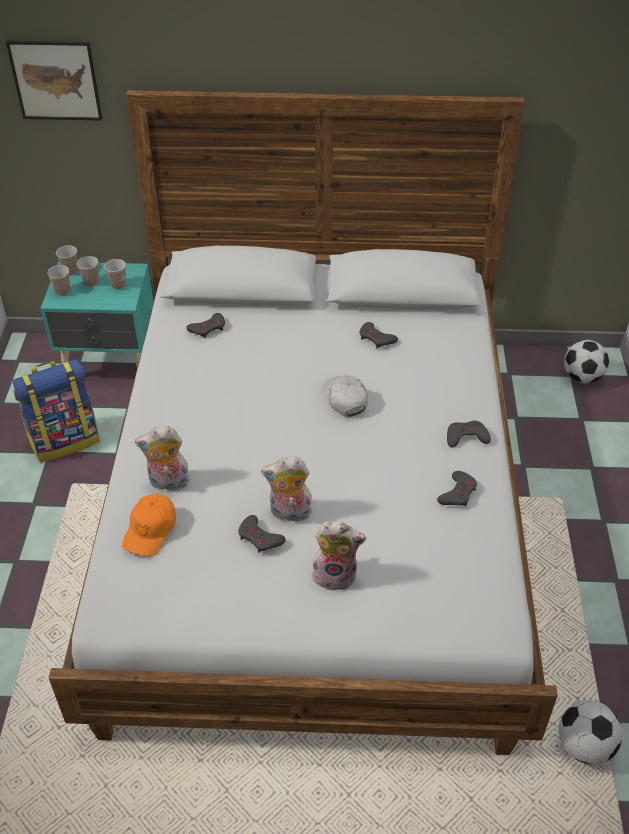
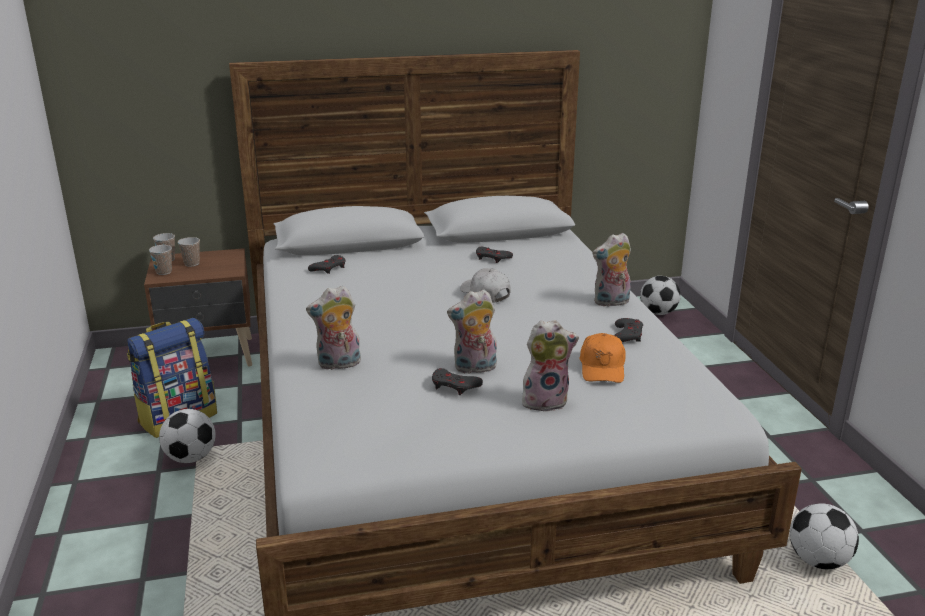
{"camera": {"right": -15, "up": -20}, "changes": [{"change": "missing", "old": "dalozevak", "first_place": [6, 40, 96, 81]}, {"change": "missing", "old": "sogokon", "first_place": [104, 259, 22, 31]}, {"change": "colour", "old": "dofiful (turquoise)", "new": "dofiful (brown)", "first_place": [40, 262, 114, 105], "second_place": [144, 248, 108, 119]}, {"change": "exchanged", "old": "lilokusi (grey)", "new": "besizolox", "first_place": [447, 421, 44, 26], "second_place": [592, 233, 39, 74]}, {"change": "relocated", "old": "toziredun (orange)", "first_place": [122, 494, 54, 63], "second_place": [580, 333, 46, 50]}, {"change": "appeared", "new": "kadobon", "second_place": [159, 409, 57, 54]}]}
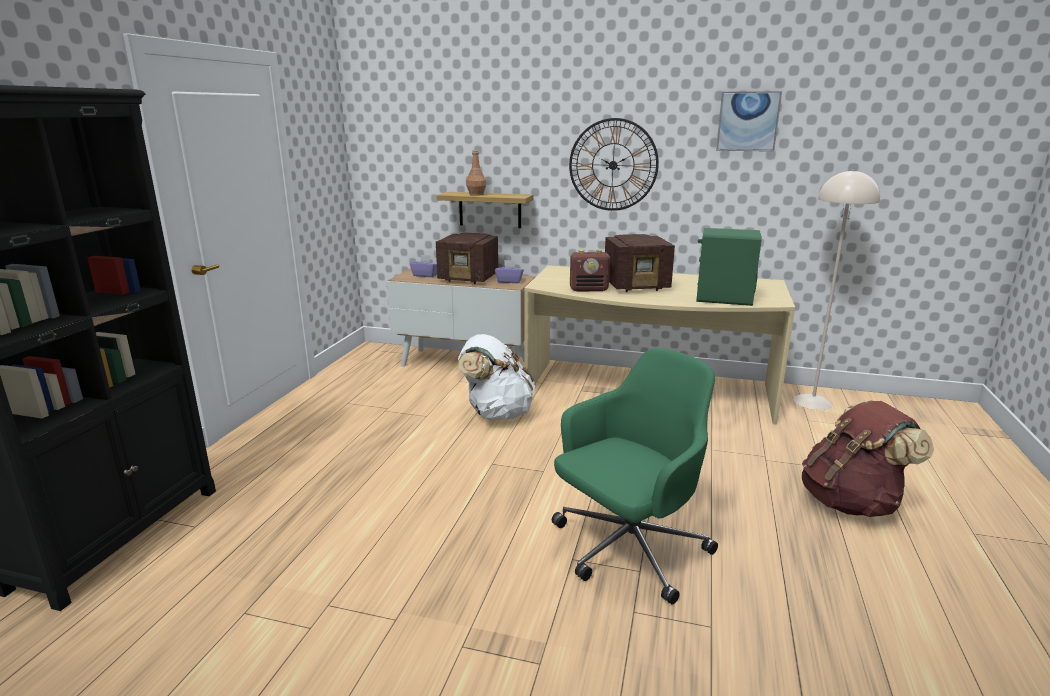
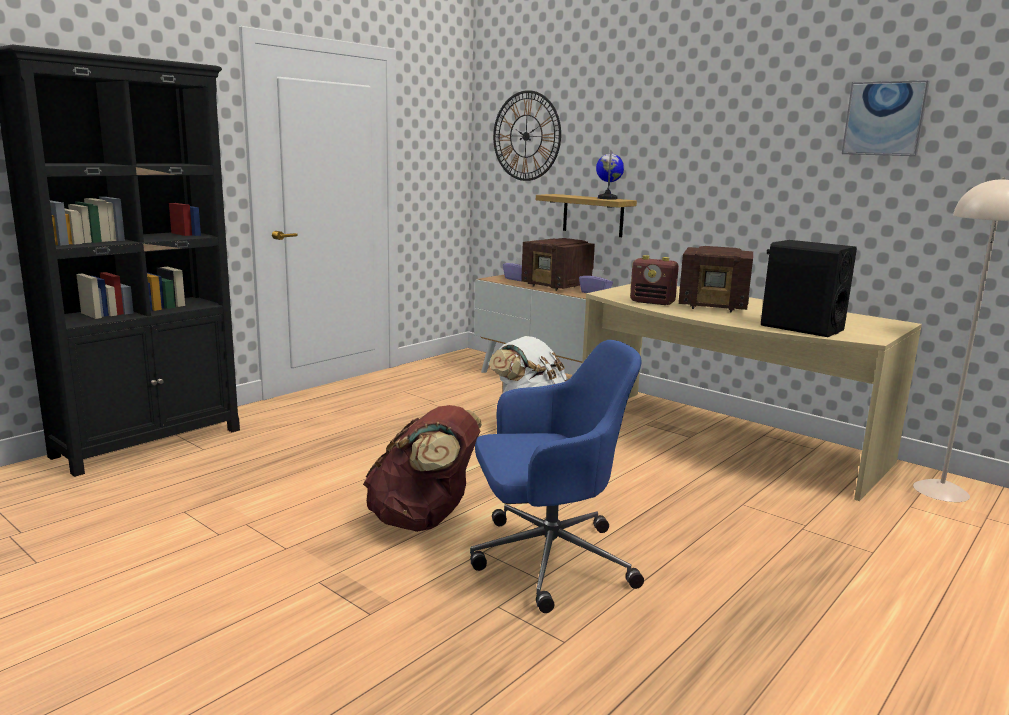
{"camera": {"right": 25, "up": -5}, "changes": [{"change": "relocated", "old": "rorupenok", "first_place": [569, 118, 90, 93], "second_place": [493, 90, 68, 91]}, {"change": "missing", "old": "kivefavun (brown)", "first_place": [466, 150, 20, 46]}, {"change": "colour", "old": "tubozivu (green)", "new": "tubozivu (black)", "first_place": [696, 228, 66, 78], "second_place": [761, 240, 96, 97]}, {"change": "colour", "old": "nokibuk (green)", "new": "nokibuk (blue)", "first_place": [552, 348, 166, 256], "second_place": [470, 340, 174, 273]}, {"change": "relocated", "old": "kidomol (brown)", "first_place": [802, 401, 132, 116], "second_place": [363, 405, 119, 127]}, {"change": "appeared", "new": "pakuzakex", "second_place": [596, 150, 28, 49]}]}
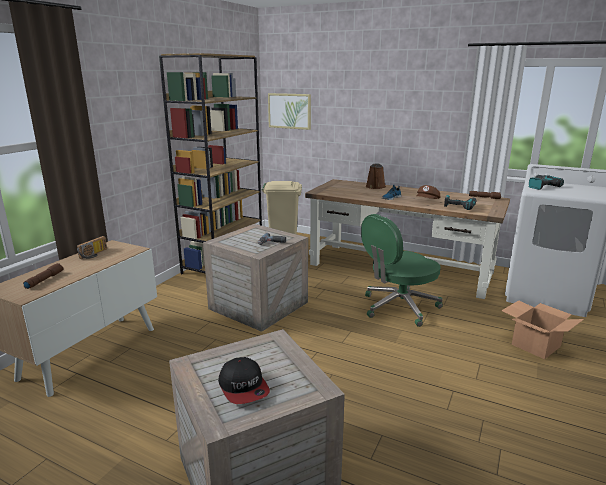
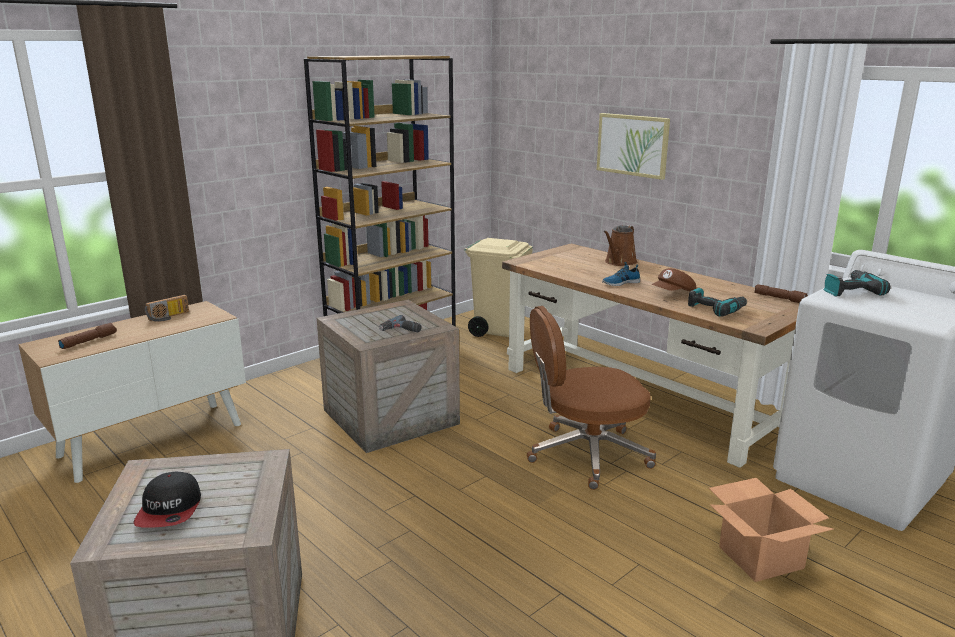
{"camera": {"right": 20, "up": 0}, "changes": [{"change": "relocated", "old": "dalozevak", "first_place": [268, 93, 43, 37], "second_place": [597, 113, 73, 67]}, {"change": "colour", "old": "nokibuk (green)", "new": "nokibuk (brown)", "first_place": [361, 214, 82, 113], "second_place": [527, 306, 129, 184]}]}
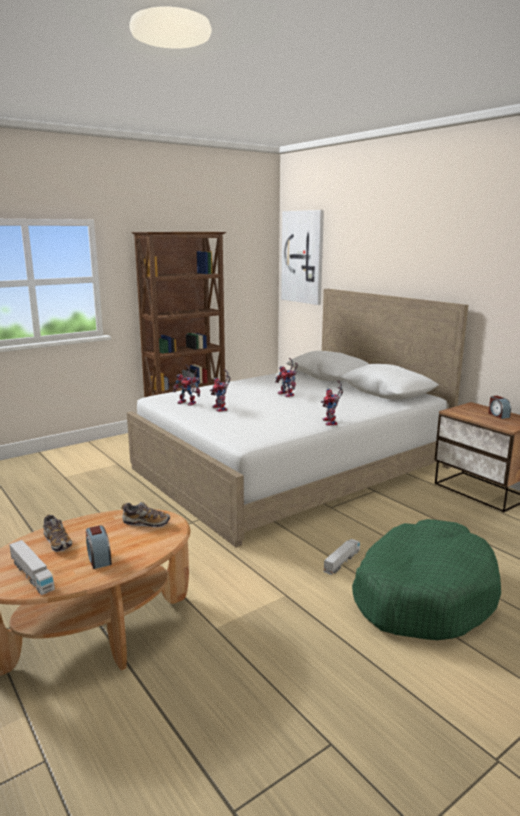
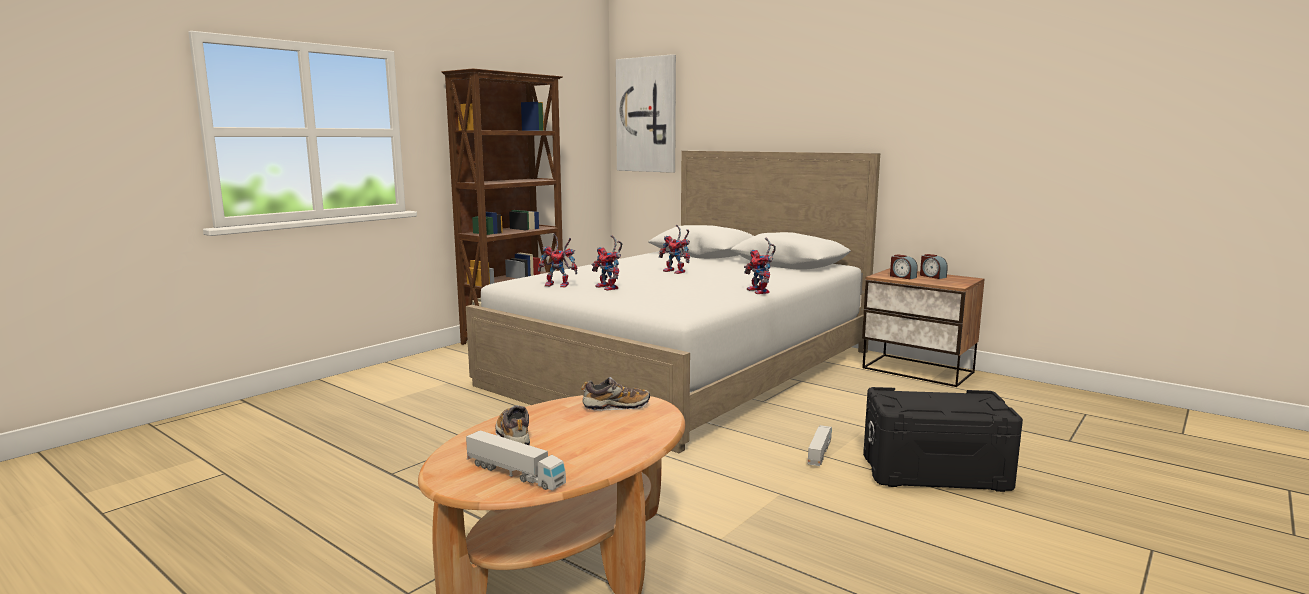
{"camera": {"right": -15, "up": -5}, "changes": [{"change": "spun", "old": "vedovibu", "first_place": [43, 514, 29, 38], "second_place": [496, 406, 34, 39], "degrees": -150}, {"change": "exchanged", "old": "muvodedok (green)", "new": "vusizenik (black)", "first_place": [352, 519, 149, 121], "second_place": [863, 387, 160, 105]}, {"change": "relocated", "old": "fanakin", "first_place": [86, 526, 26, 43], "second_place": [890, 254, 28, 25]}]}
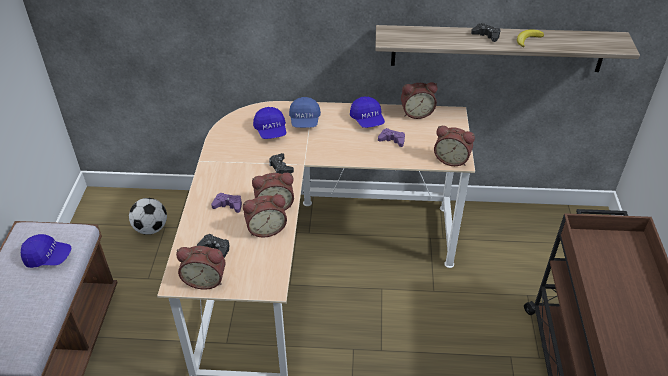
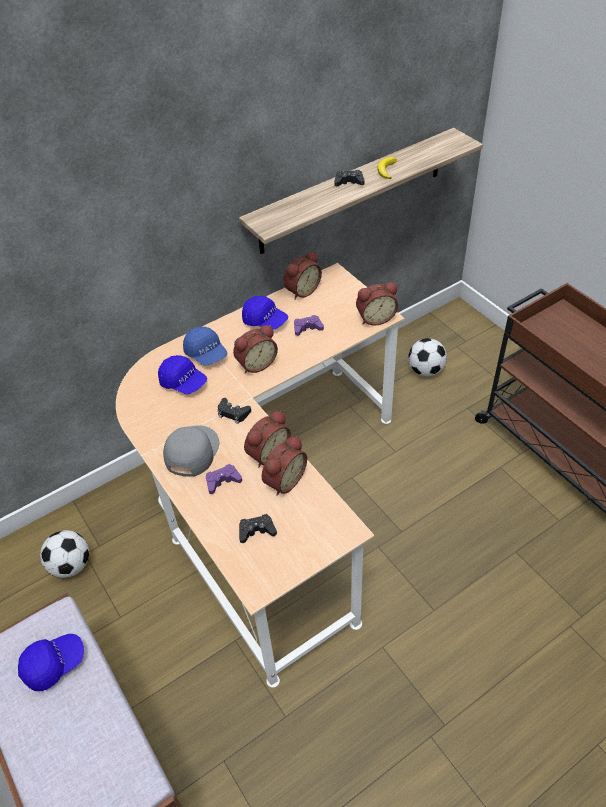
{"camera": {"right": -35, "up": 5}, "changes": [{"change": "relocated", "old": "fanakin", "first_place": [176, 246, 50, 44], "second_place": [233, 325, 45, 49]}, {"change": "appeared", "new": "kadobon", "second_place": [408, 338, 39, 38]}, {"change": "appeared", "new": "toziredun (grey)", "second_place": [163, 425, 56, 52]}]}
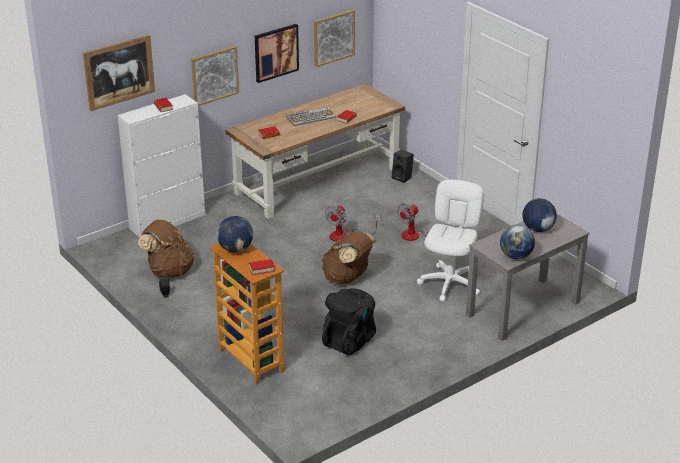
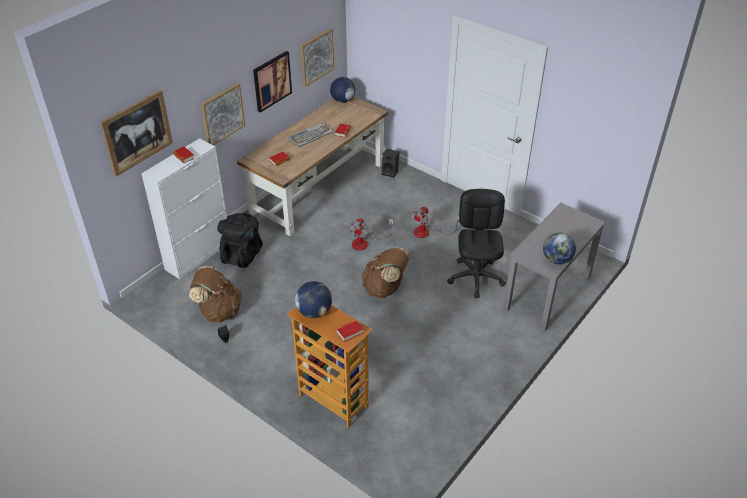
{"camera": {"right": -15, "up": 10}, "changes": [{"change": "colour", "old": "nokibuk (white)", "new": "nokibuk (black)", "first_place": [417, 180, 67, 122], "second_place": [447, 189, 59, 109]}, {"change": "relocated", "old": "pakuzakex", "first_place": [522, 198, 35, 34], "second_place": [330, 77, 25, 26]}, {"change": "relocated", "old": "kidomol (black)", "first_place": [322, 288, 54, 67], "second_place": [218, 213, 45, 55]}]}
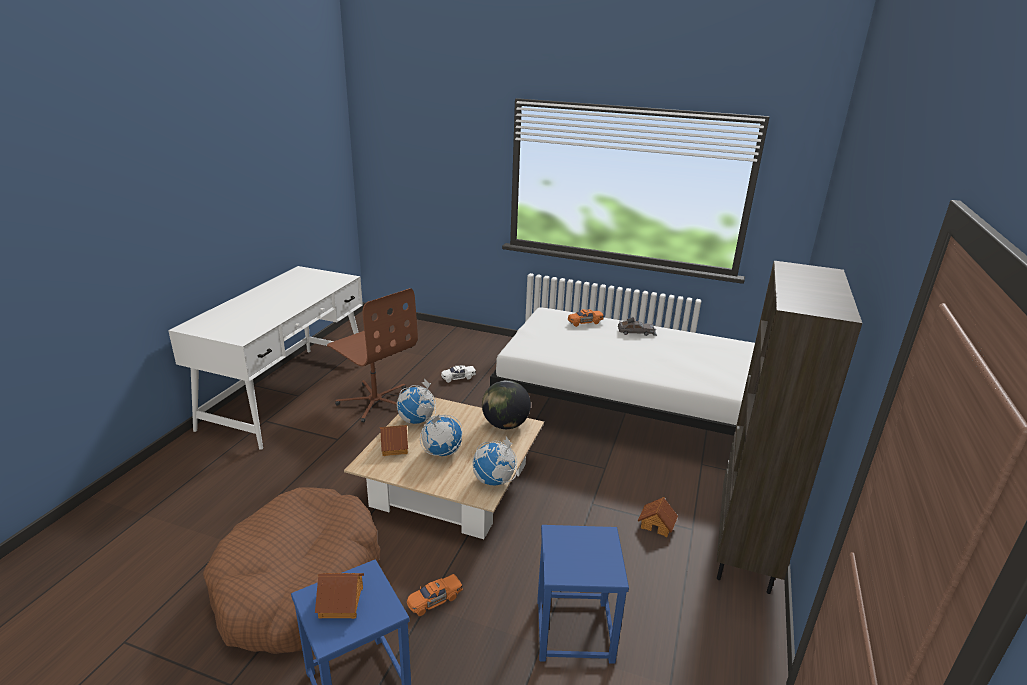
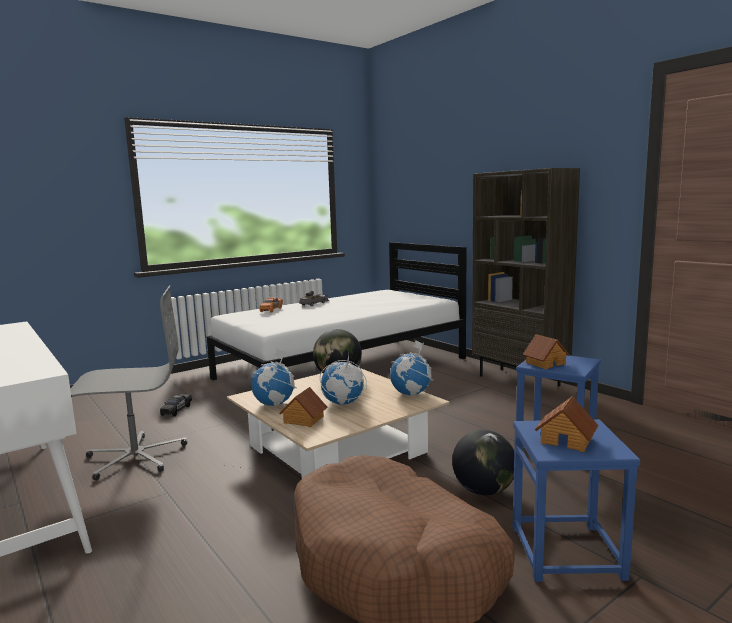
{"camera": {"right": -55, "up": -15}, "changes": [{"change": "colour", "old": "nokibuk (brown)", "new": "nokibuk (grey)", "first_place": [327, 288, 91, 134], "second_place": [70, 285, 117, 195]}, {"change": "colour", "old": "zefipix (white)", "new": "zefipix (black)", "first_place": [441, 365, 35, 18], "second_place": [160, 394, 32, 22]}, {"change": "relocated", "old": "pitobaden", "first_place": [638, 497, 40, 41], "second_place": [523, 334, 46, 35]}, {"change": "exchanged", "old": "zefipix (orange)", "new": "pakuzakex", "first_place": [407, 574, 56, 42], "second_place": [452, 430, 62, 65]}]}
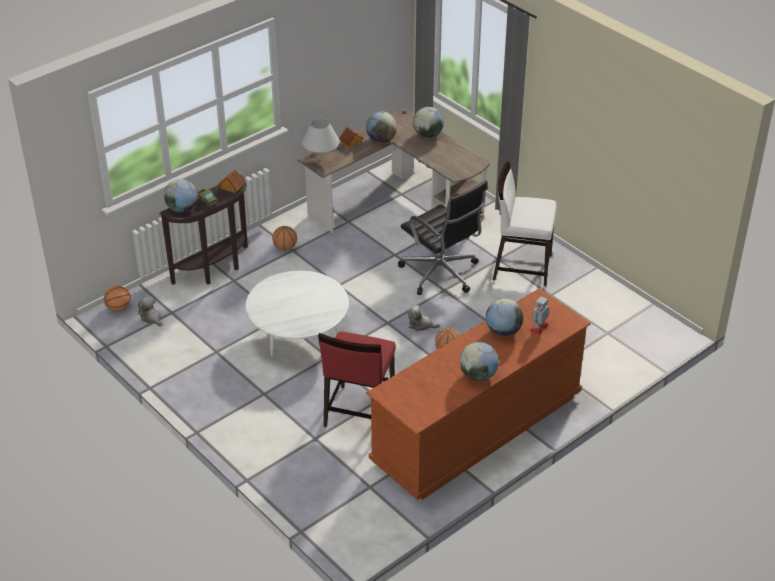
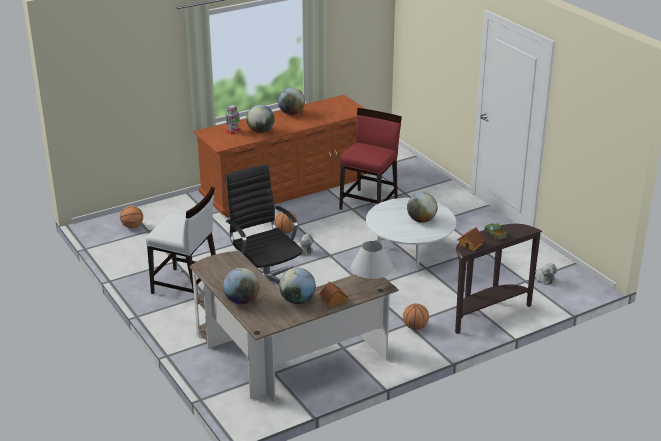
{"camera": {"right": -170, "up": -10}, "changes": [{"change": "relocated", "old": "pakuzakex", "first_place": [164, 179, 34, 34], "second_place": [407, 192, 31, 31]}, {"change": "relocated", "old": "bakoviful", "first_place": [104, 285, 27, 27], "second_place": [120, 206, 23, 22]}]}
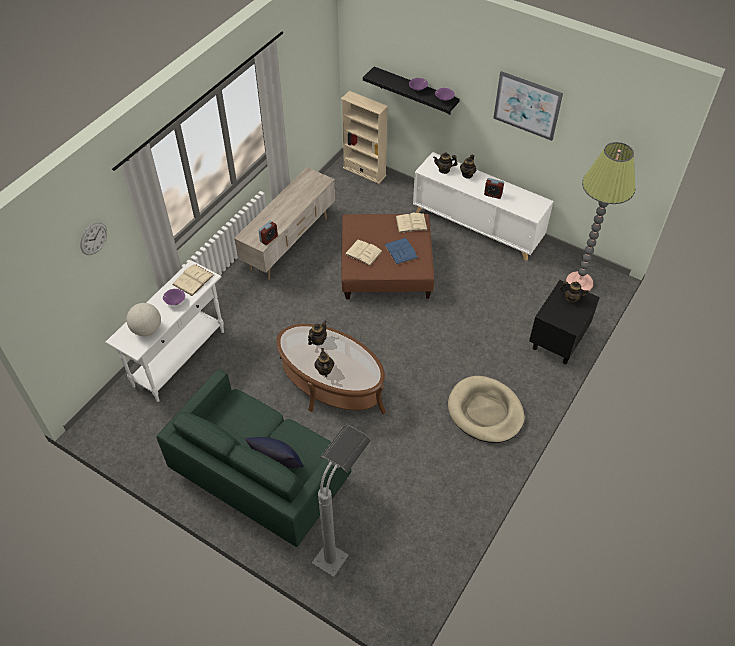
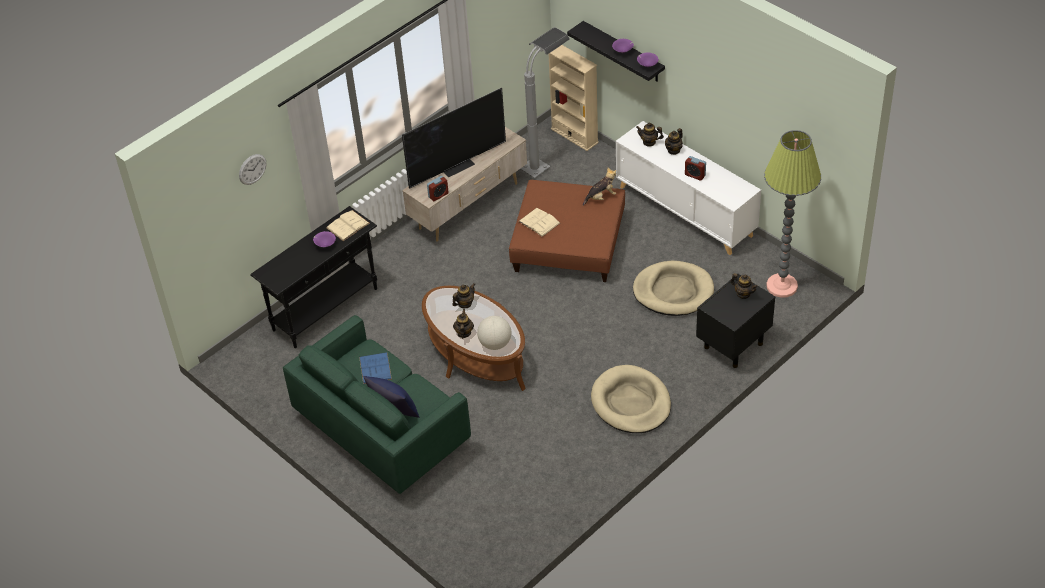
{"camera": {"right": 15, "up": -5}, "changes": [{"change": "missing", "old": "dalozevak", "first_place": [493, 71, 70, 70]}, {"change": "exchanged", "old": "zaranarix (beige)", "new": "besizolox", "first_place": [395, 213, 33, 20], "second_place": [583, 168, 33, 38]}, {"change": "relocated", "old": "zaranarix (blue)", "first_place": [384, 238, 34, 27], "second_place": [359, 352, 33, 32]}, {"change": "colour", "old": "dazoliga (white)", "new": "dazoliga (black)", "first_place": [105, 260, 119, 142], "second_place": [250, 206, 127, 142]}, {"change": "relocated", "old": "pakuzakex", "first_place": [126, 303, 35, 33], "second_place": [477, 316, 34, 34]}, {"change": "relocated", "old": "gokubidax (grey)", "first_place": [312, 425, 59, 152], "second_place": [521, 27, 49, 151]}, {"change": "appeared", "new": "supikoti", "second_place": [402, 88, 104, 100]}, {"change": "appeared", "new": "muvodedok (beige)", "second_place": [633, 260, 81, 56]}]}
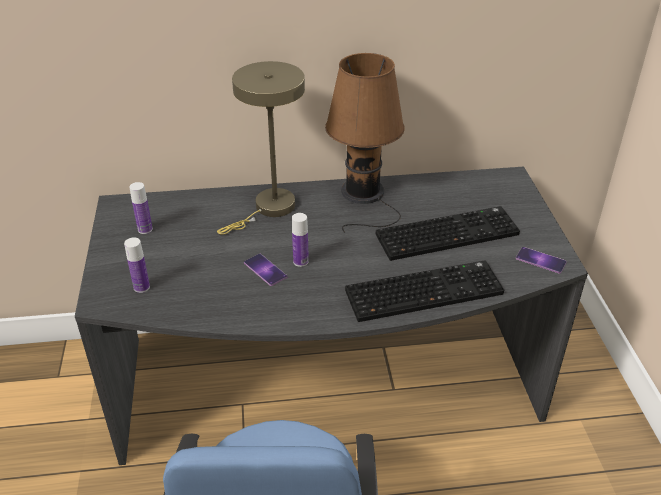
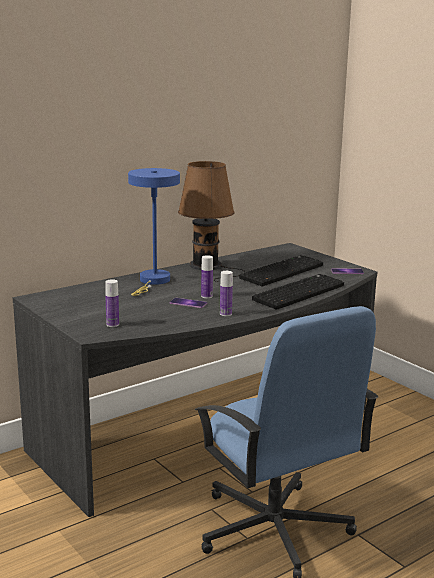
{"camera": {"right": -30, "up": -20}, "changes": [{"change": "colour", "old": "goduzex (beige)", "new": "goduzex (blue)", "first_place": [217, 61, 88, 174], "second_place": [128, 168, 52, 128]}, {"change": "relocated", "old": "kivefavun", "first_place": [129, 182, 24, 52], "second_place": [220, 271, 13, 45]}]}
